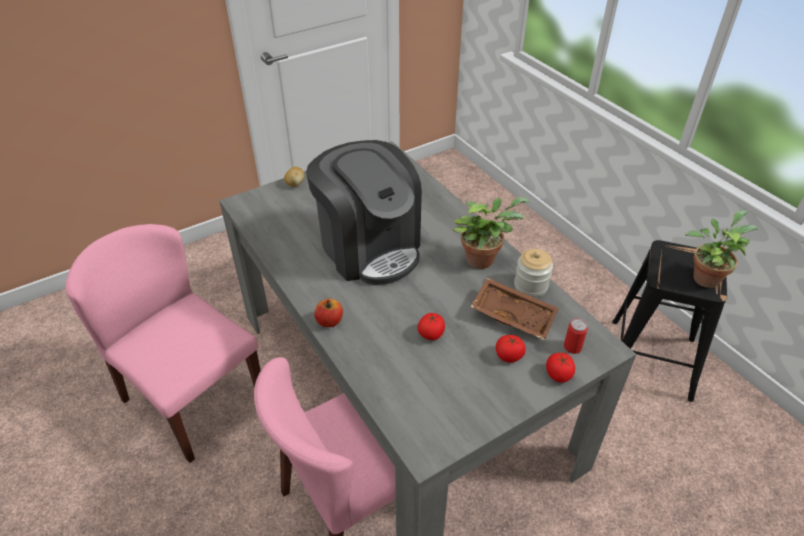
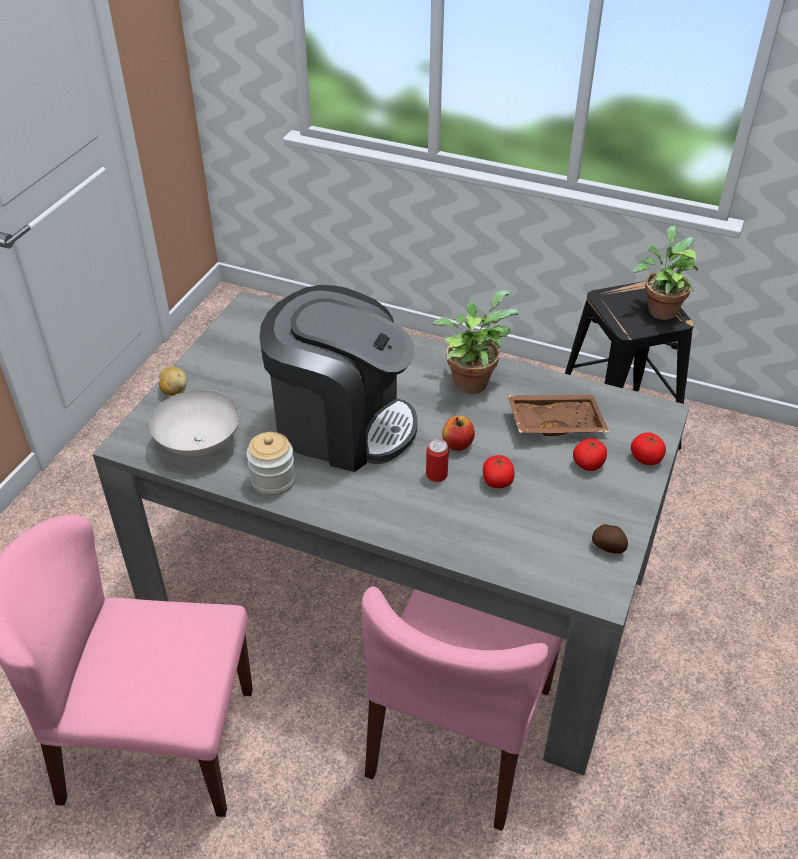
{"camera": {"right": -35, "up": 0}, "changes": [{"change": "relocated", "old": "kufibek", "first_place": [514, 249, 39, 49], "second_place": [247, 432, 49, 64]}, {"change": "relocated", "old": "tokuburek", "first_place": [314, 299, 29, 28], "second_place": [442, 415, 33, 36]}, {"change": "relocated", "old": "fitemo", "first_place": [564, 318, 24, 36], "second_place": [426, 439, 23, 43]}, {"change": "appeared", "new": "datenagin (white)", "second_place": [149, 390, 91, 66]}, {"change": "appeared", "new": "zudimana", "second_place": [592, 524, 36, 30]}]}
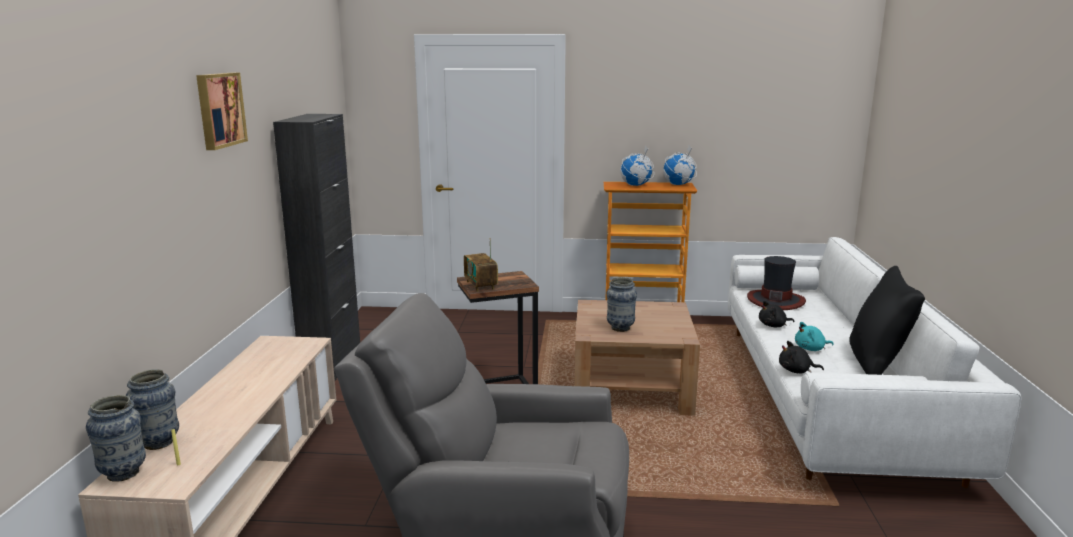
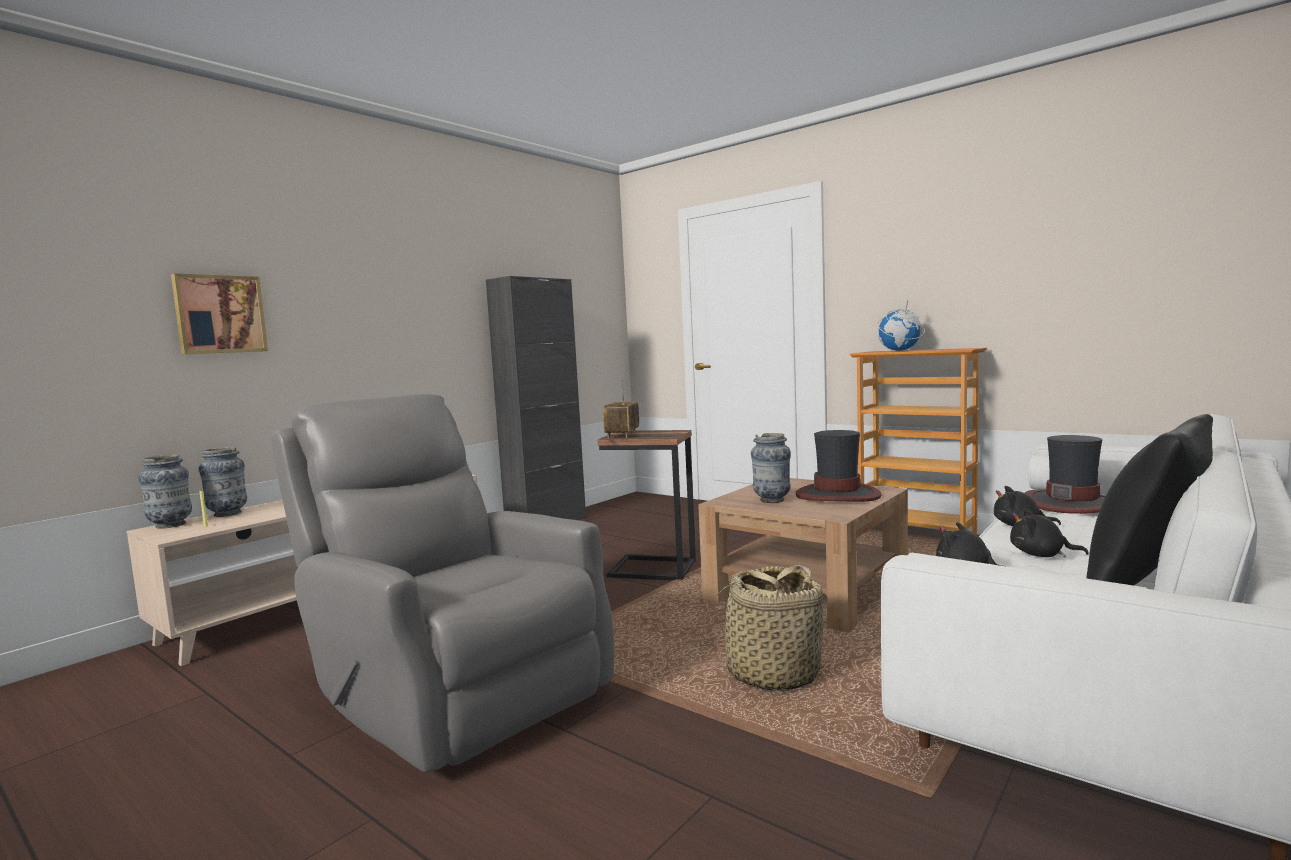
{"camera": {"right": 35, "up": -10}, "changes": [{"change": "relocated", "old": "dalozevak", "first_place": [196, 73, 52, 77], "second_place": [171, 273, 97, 81]}, {"change": "missing", "old": "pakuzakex", "first_place": [663, 145, 34, 40]}, {"change": "colour", "old": "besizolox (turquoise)", "new": "besizolox (black)", "first_place": [795, 322, 39, 29], "second_place": [1010, 508, 79, 50]}, {"change": "appeared", "new": "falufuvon", "second_place": [795, 430, 87, 72]}, {"change": "appeared", "new": "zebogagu", "second_place": [702, 565, 132, 126]}]}
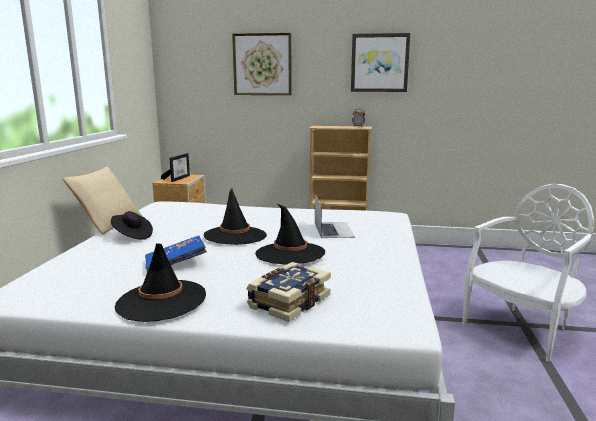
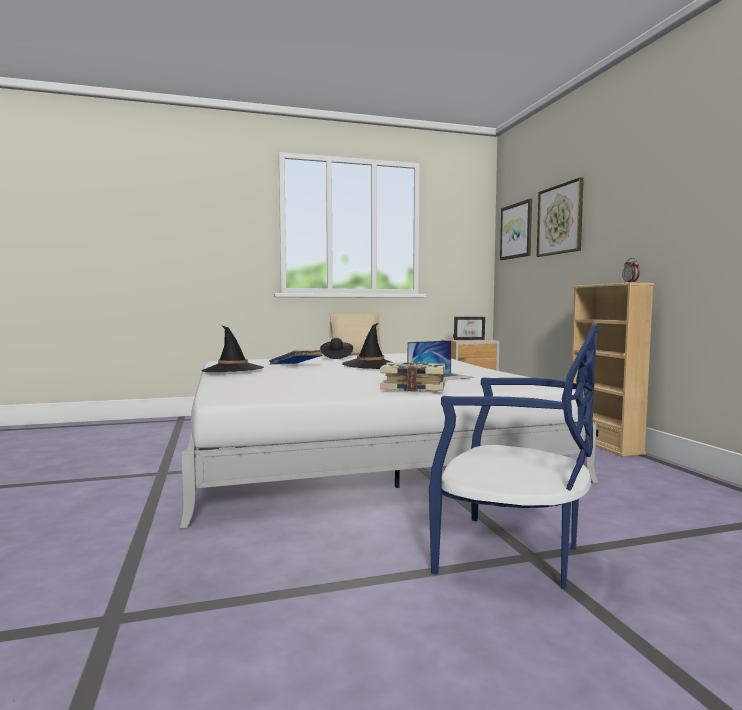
{"camera": {"right": 65, "up": -10}, "changes": [{"change": "relocated", "old": "dalozevak", "first_place": [351, 33, 59, 59], "second_place": [500, 199, 32, 61]}, {"change": "colour", "old": "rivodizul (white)", "new": "rivodizul (blue)", "first_place": [462, 184, 132, 178], "second_place": [429, 324, 169, 265]}, {"change": "missing", "old": "falufuvon (black)", "first_place": [255, 204, 70, 61]}, {"change": "relocated", "old": "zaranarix", "first_place": [247, 262, 84, 60], "second_place": [380, 362, 65, 30]}]}
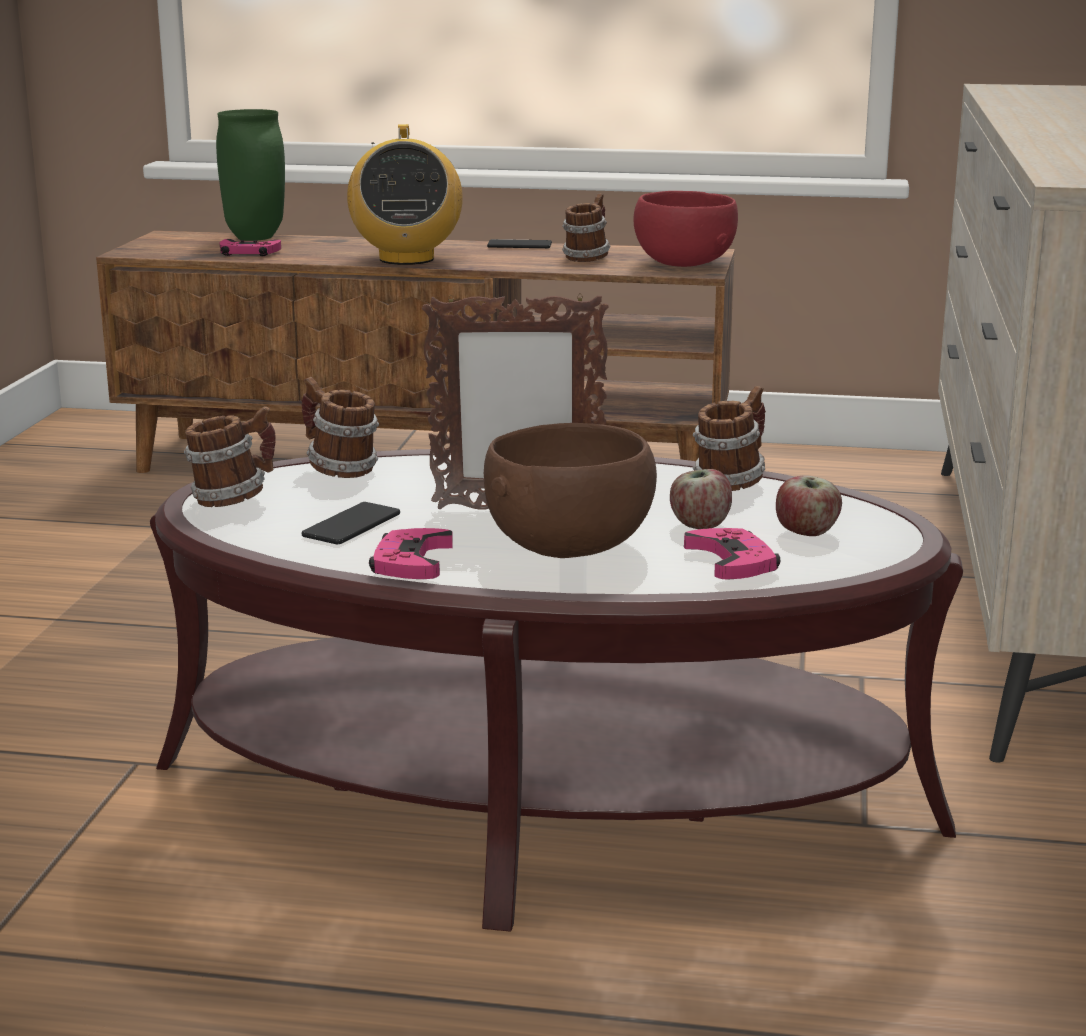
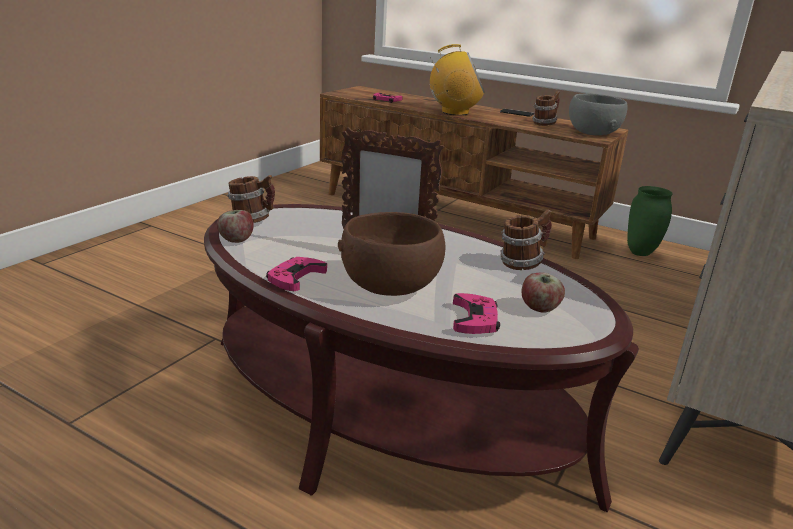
{"camera": {"right": 20, "up": 5}, "changes": [{"change": "relocated", "old": "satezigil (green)", "first_place": [216, 109, 69, 132], "second_place": [627, 186, 45, 70]}, {"change": "spun", "old": "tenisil", "first_place": [347, 124, 116, 141], "second_place": [430, 44, 55, 72], "degrees": -105}, {"change": "colour", "old": "datenagin (red)", "new": "datenagin (grey)", "first_place": [633, 191, 105, 76], "second_place": [569, 94, 59, 41]}, {"change": "missing", "old": "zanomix", "first_place": [301, 377, 78, 101]}, {"change": "relocated", "old": "tokuburek", "first_place": [670, 469, 62, 60], "second_place": [217, 210, 37, 33]}, {"change": "missing", "old": "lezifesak", "first_place": [301, 502, 99, 42]}]}
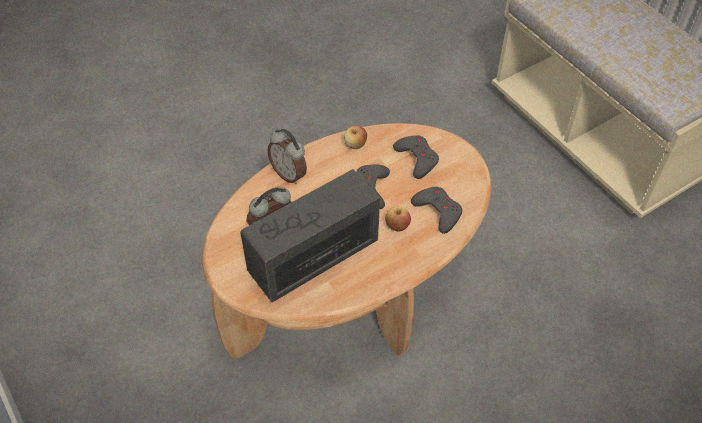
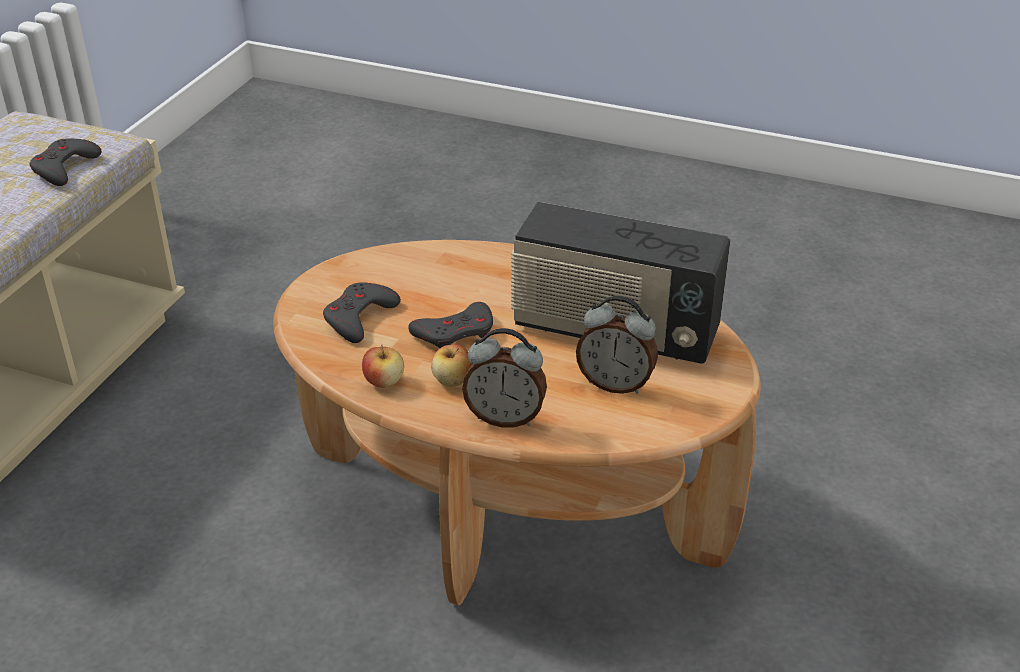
{"camera": {"right": -125, "up": -15}, "changes": [{"change": "spun", "old": "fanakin", "first_place": [267, 129, 40, 55], "second_place": [462, 328, 85, 100], "degrees": 90}, {"change": "relocated", "old": "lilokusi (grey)", "first_place": [411, 187, 51, 47], "second_place": [29, 139, 73, 47]}, {"change": "relocated", "old": "tokuburek", "first_place": [385, 207, 26, 25], "second_place": [431, 344, 40, 43]}]}
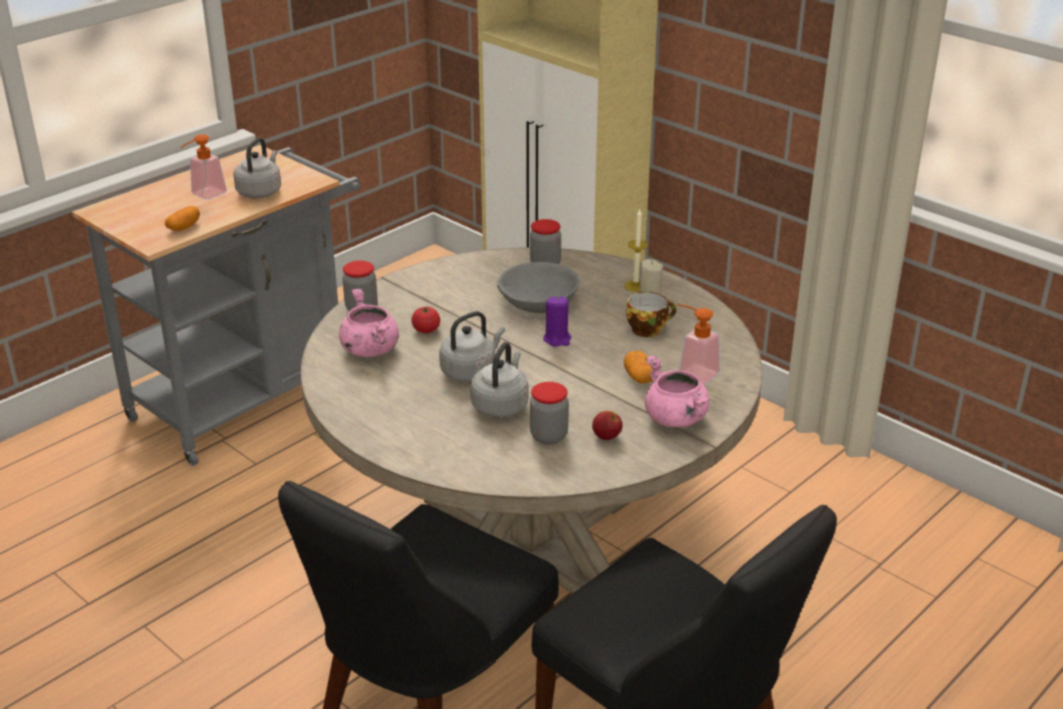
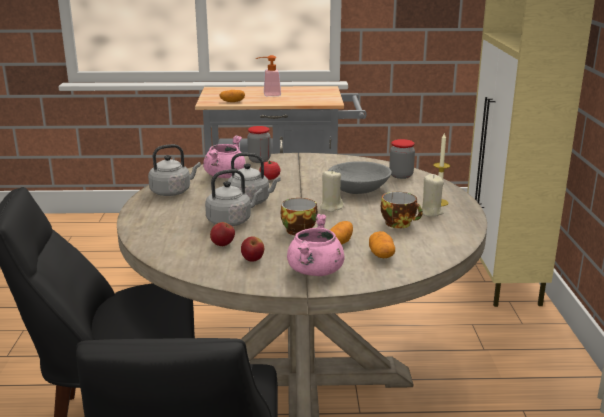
{"camera": {"right": 45, "up": -10}, "changes": [{"change": "relocated", "old": "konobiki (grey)", "first_place": [234, 138, 47, 60], "second_place": [148, 144, 53, 52]}, {"change": "colour", "old": "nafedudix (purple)", "new": "nafedudix (beige)", "first_place": [543, 296, 28, 51], "second_place": [320, 170, 23, 42]}, {"change": "exchanged", "old": "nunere", "new": "zudimana", "first_place": [677, 304, 43, 81], "second_place": [369, 231, 26, 27]}, {"change": "exchanged", "old": "kufibek", "new": "tokuburek", "first_place": [530, 382, 39, 62], "second_place": [210, 222, 25, 24]}, {"change": "appeared", "new": "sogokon", "second_place": [281, 198, 37, 37]}]}
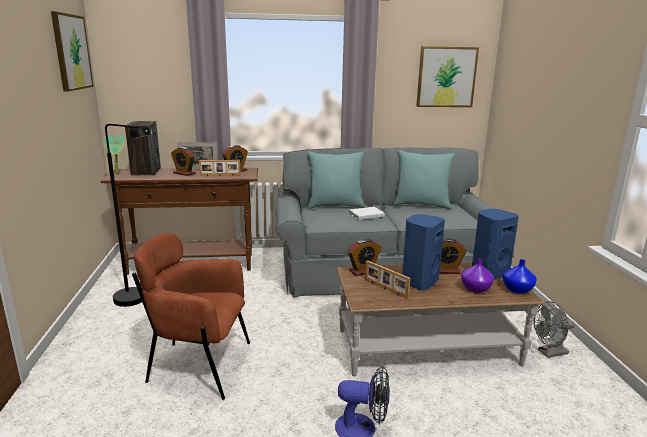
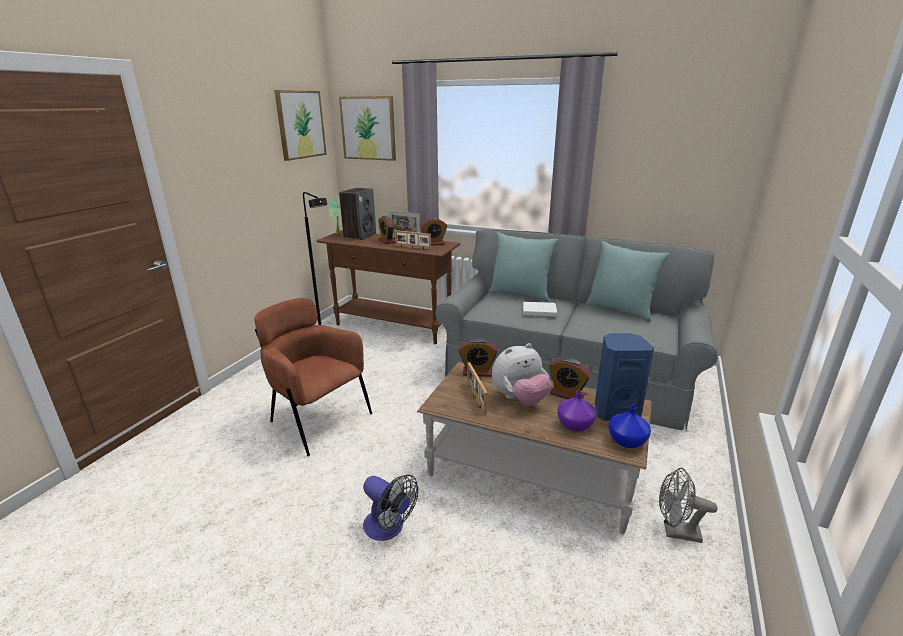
{"camera": {"right": 30, "up": 5}, "changes": [{"change": "relocated", "old": "dalozevak", "first_place": [416, 46, 63, 61], "second_place": [339, 96, 57, 65]}, {"change": "exchanged", "old": "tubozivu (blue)", "new": "besizolox", "first_place": [402, 214, 43, 76], "second_place": [492, 343, 60, 62]}]}
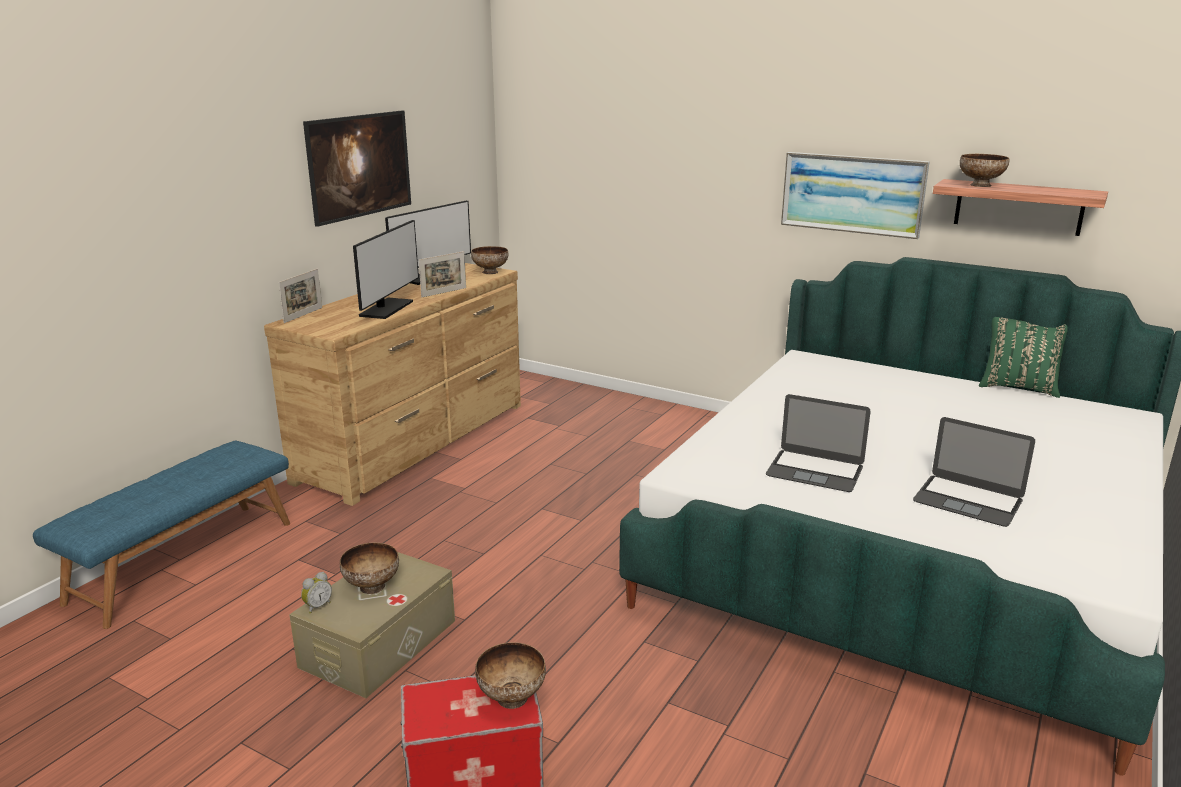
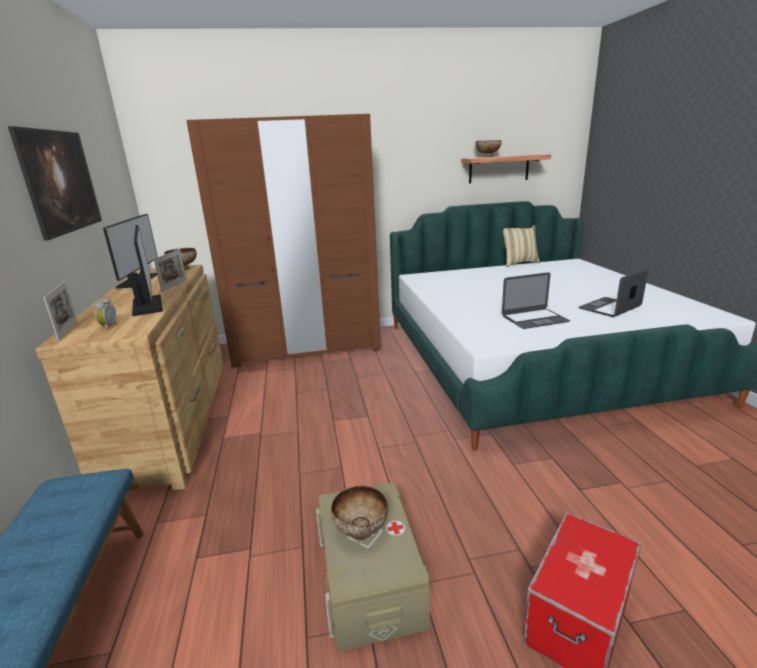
{"camera": {"right": -40, "up": 0}, "changes": [{"change": "missing", "old": "dalozevak", "first_place": [781, 152, 149, 87]}, {"change": "colour", "old": "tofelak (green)", "new": "tofelak (beige)", "first_place": [979, 317, 89, 81], "second_place": [503, 226, 37, 41]}, {"change": "spun", "old": "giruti", "first_place": [913, 417, 122, 110], "second_place": [578, 269, 70, 48], "degrees": 150}, {"change": "relocated", "old": "fanakin", "first_place": [301, 572, 31, 42], "second_place": [95, 298, 22, 32]}, {"change": "missing", "old": "datenagin", "first_place": [475, 642, 71, 67]}, {"change": "appeared", "new": "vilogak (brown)", "second_place": [186, 114, 195, 254]}]}
